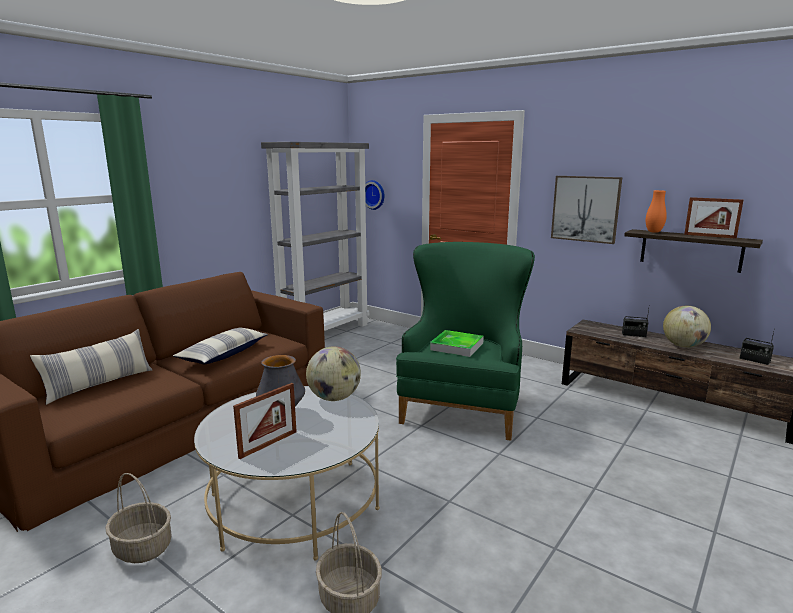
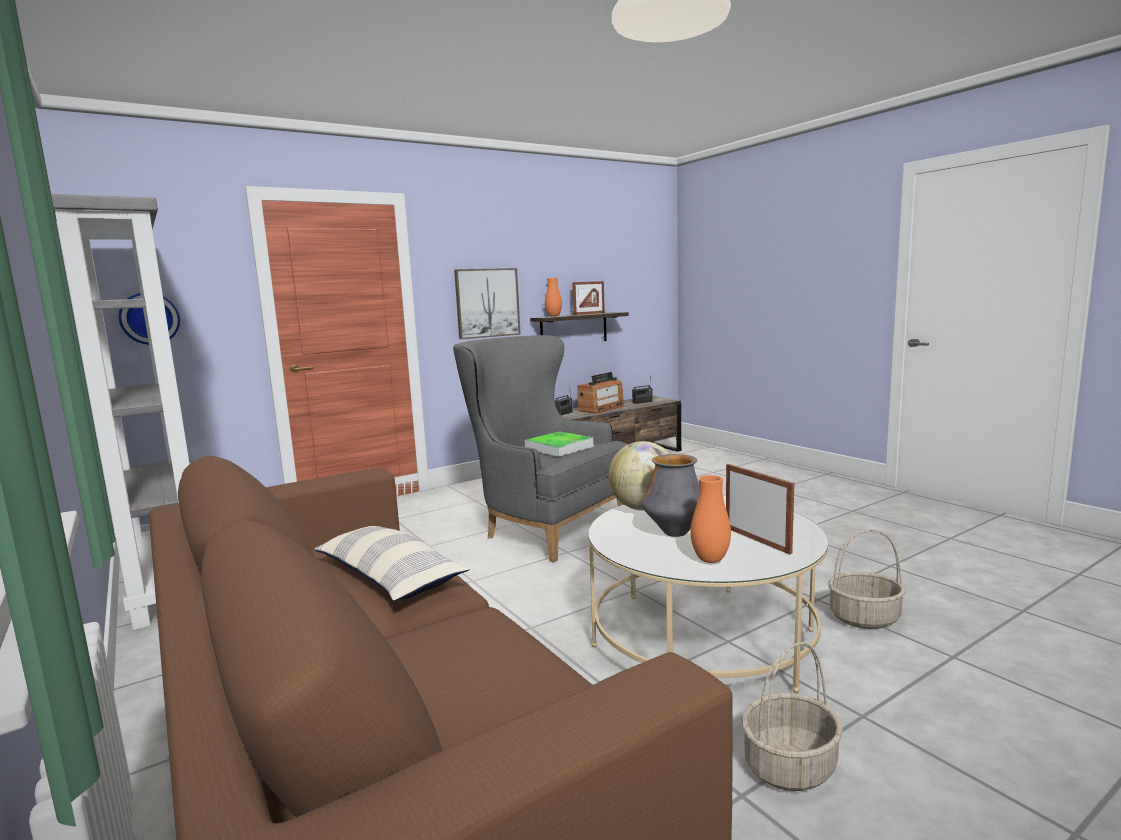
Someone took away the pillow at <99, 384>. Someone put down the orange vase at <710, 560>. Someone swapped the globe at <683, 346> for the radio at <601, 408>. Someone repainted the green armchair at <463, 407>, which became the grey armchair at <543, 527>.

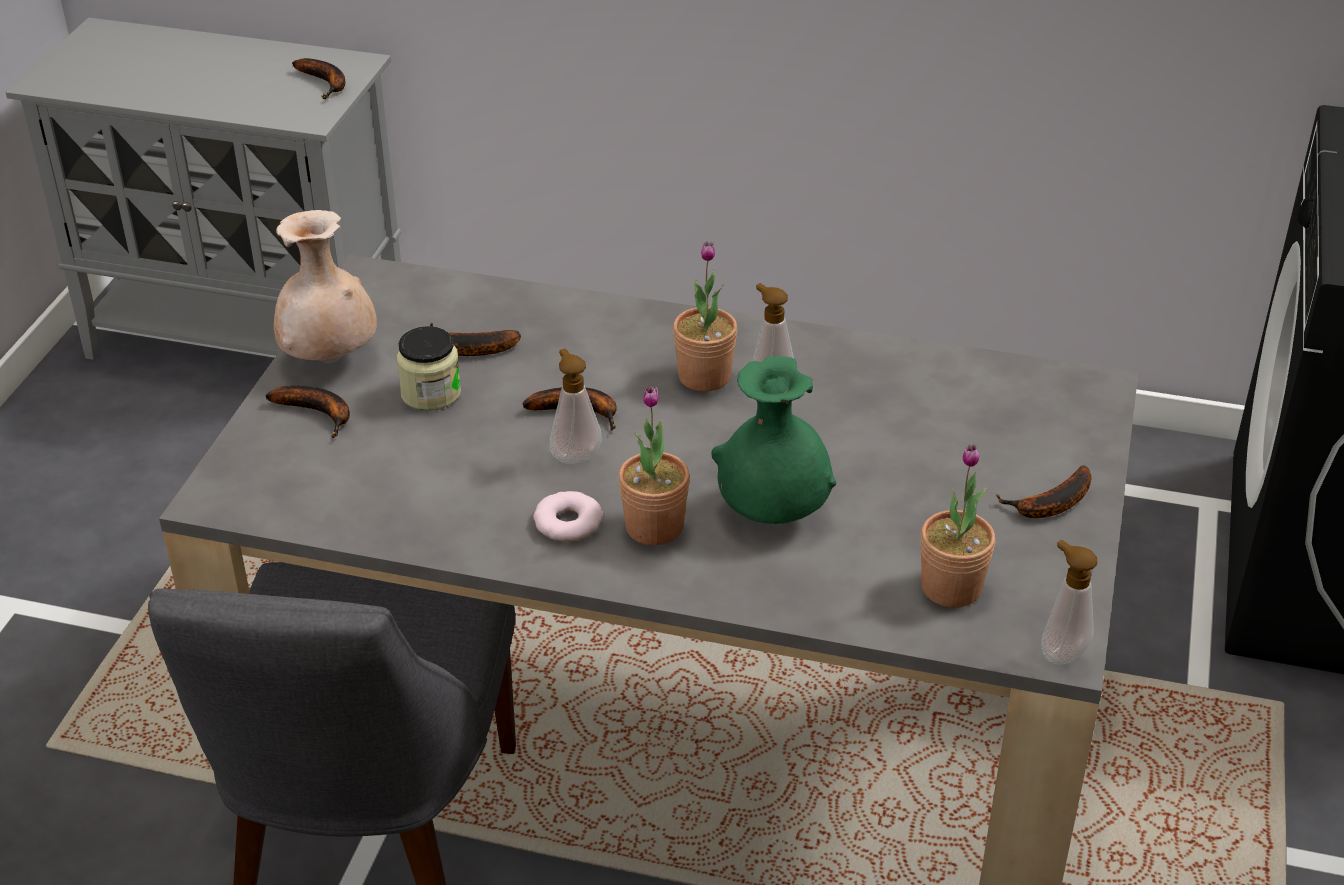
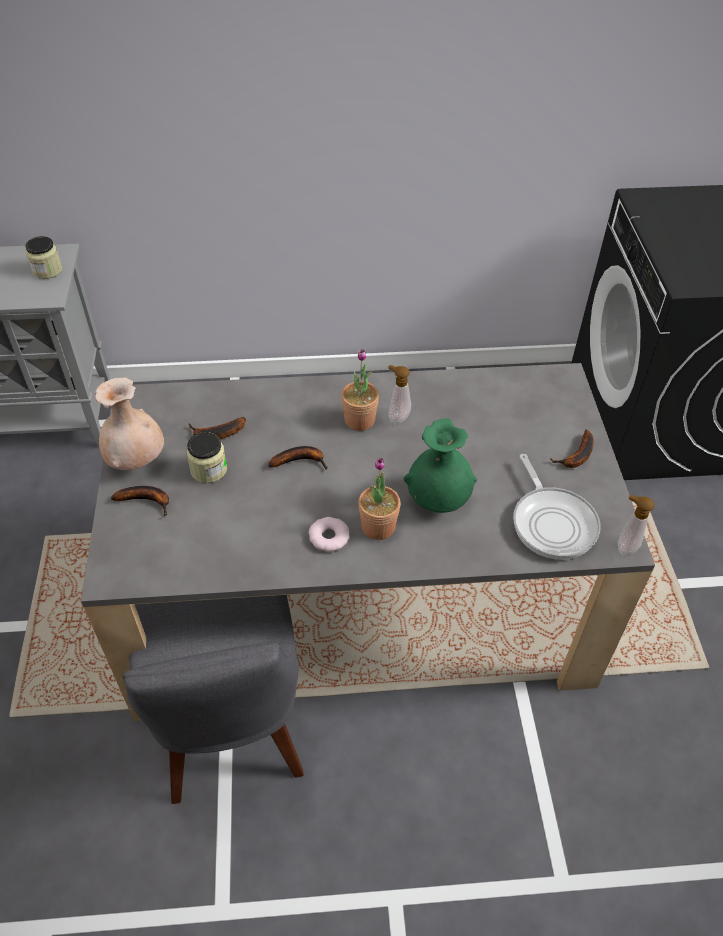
Someone took away the soap dispenser at <574, 455>. Someone swapped the banana at <326, 83> for the jar at <47, 270>. Someone swapped the potted plant at <951, 588> for the frying pan at <552, 522>.

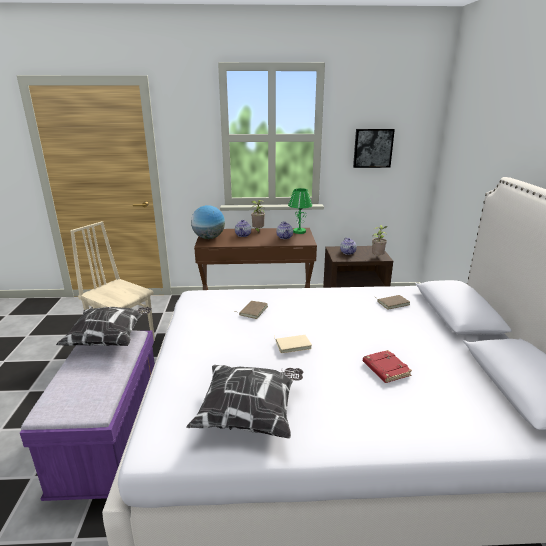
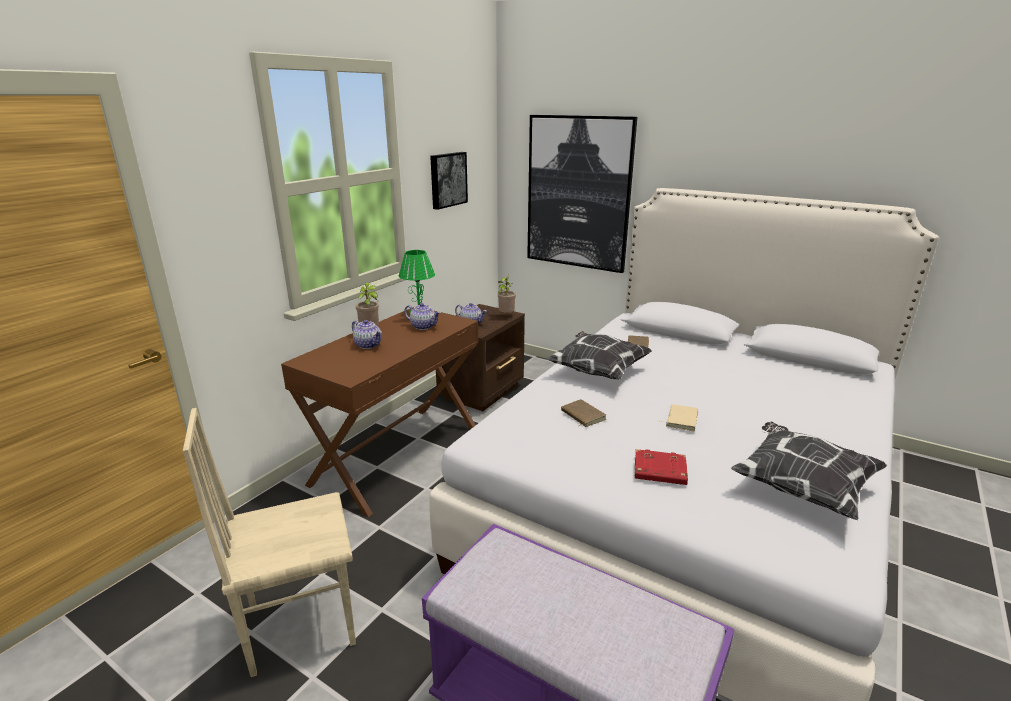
Someone took away the globe at <209, 238>. Someone put up the picture at <578, 193>. Someone carried the pillow from <110, 339> to <597, 371>. Someone carried the red book from <385, 369> to <659, 472>.

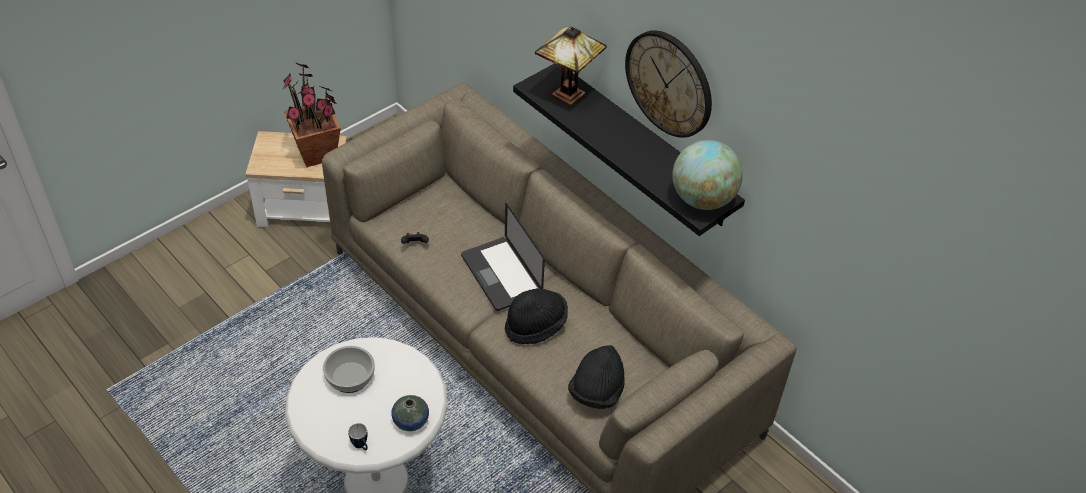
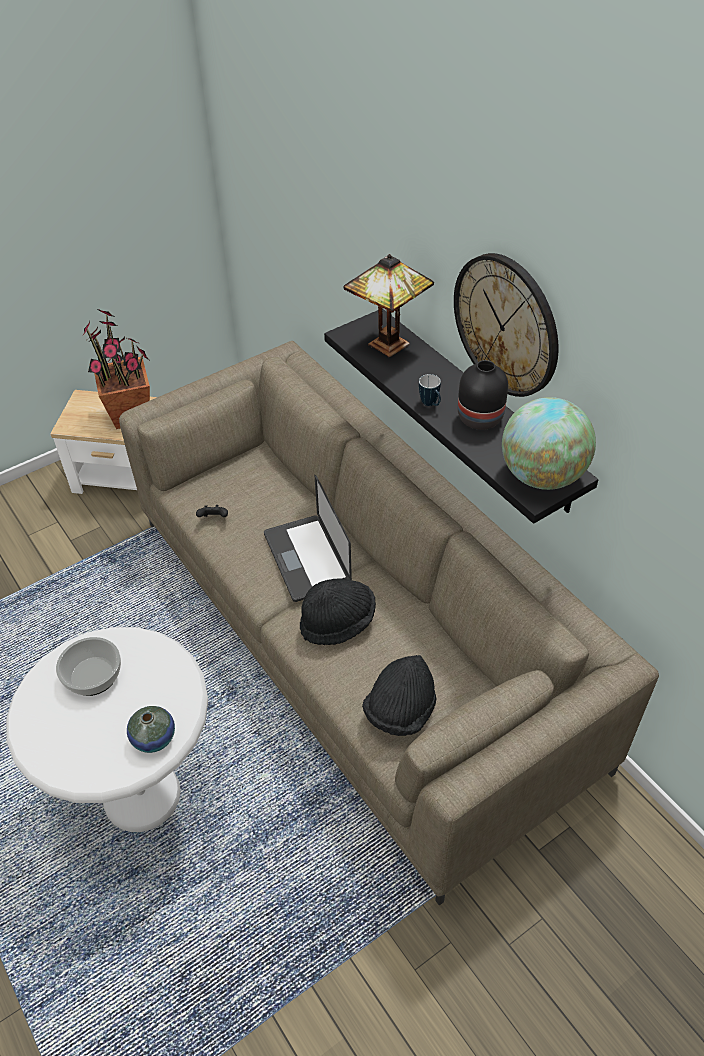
Someone put down the black vase at <481, 418>. Someone carried the mug from <361, 446> to <431, 404>.

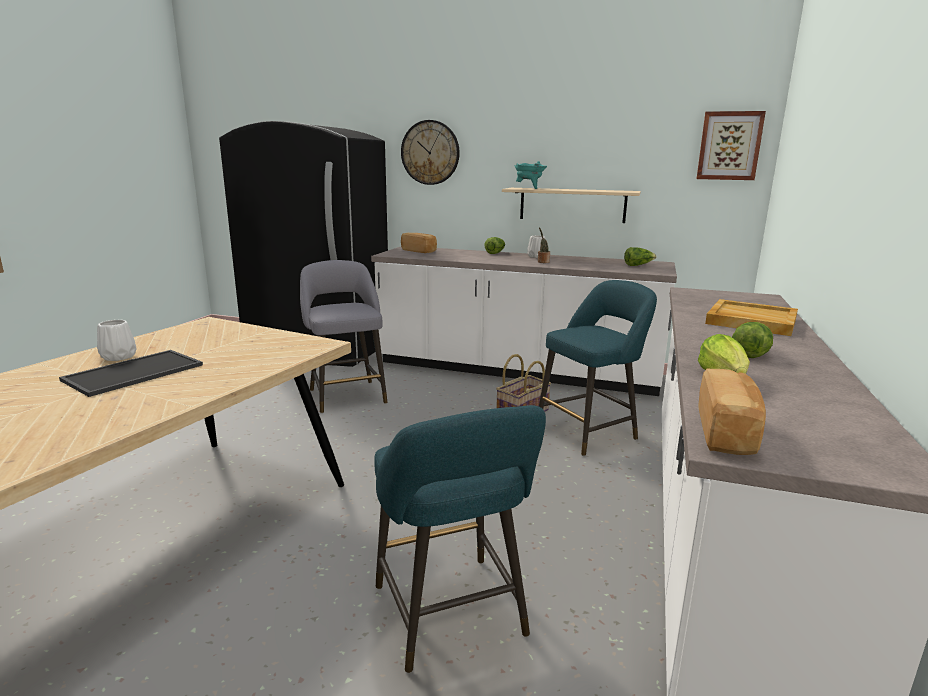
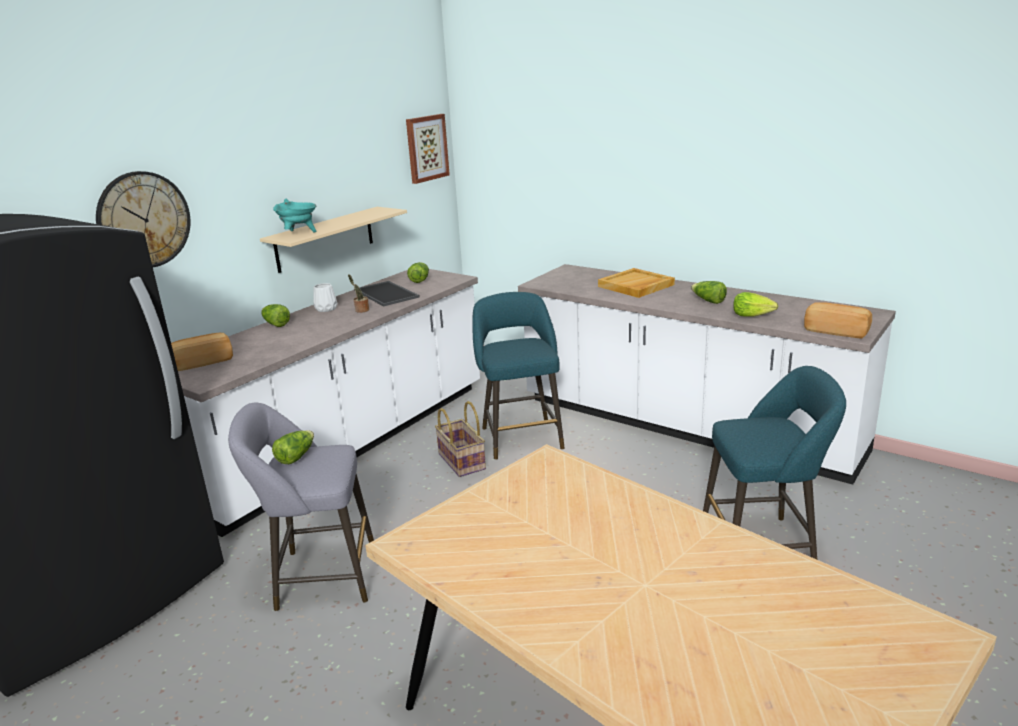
Someone took away the white vase at <119, 356>. Someone put down the lettuce at <296, 456>. Someone carried the tray from <133, 373> to <387, 294>.

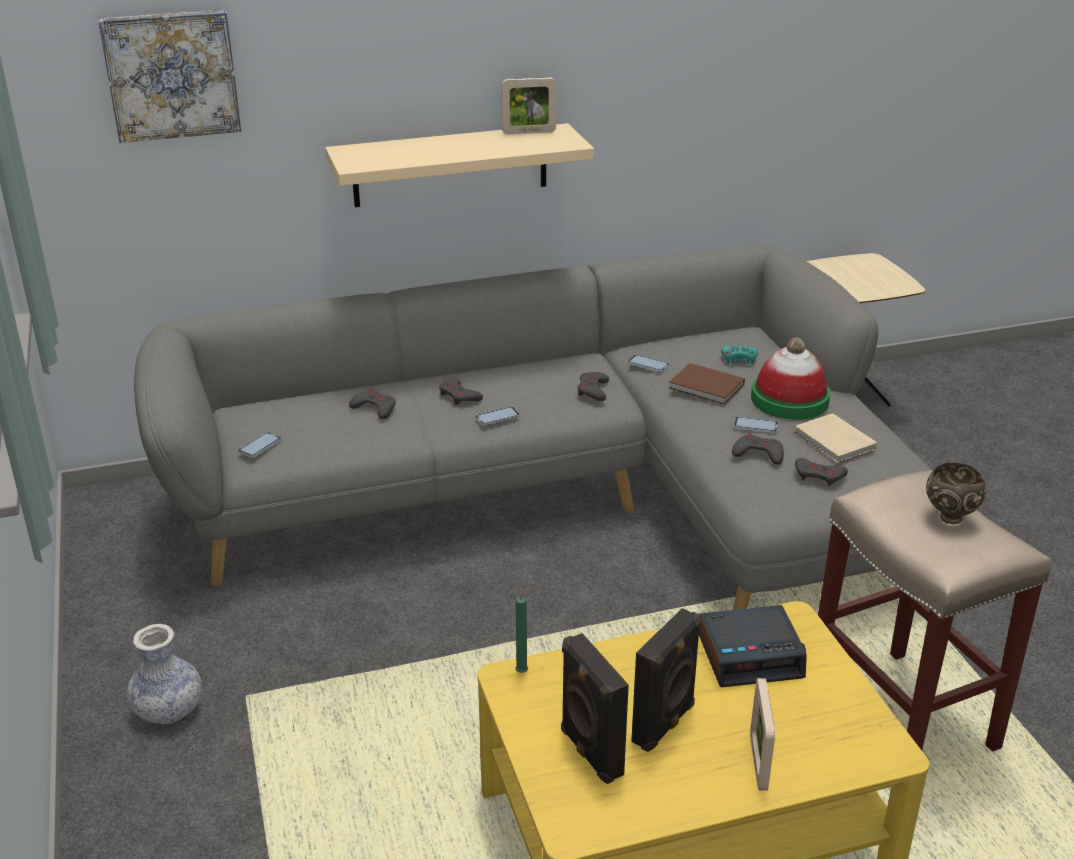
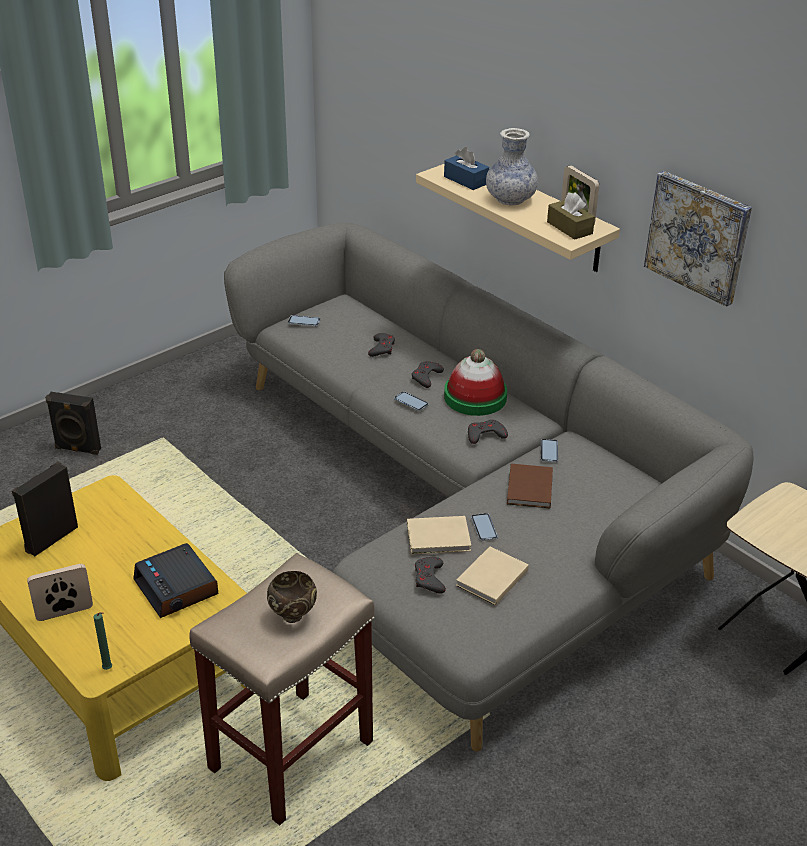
Someone took away the turquoise game controller at <739, 359>. Someone put down the blue tissue box at <466, 180>. Someone put down the brown tissue box at <569, 228>. Someone carried the picture from <171, 75> to <698, 237>. Someone carried the vase from <168, 710> to <510, 199>. Someone carried the green candle from <523, 672> to <109, 669>. Someone carried the black speaker from <665, 724> to <77, 449>. Someone carried the hat from <789, 399> to <475, 397>. Someone swapped the grey game controller at <758, 453> for the beige book at <440, 538>.

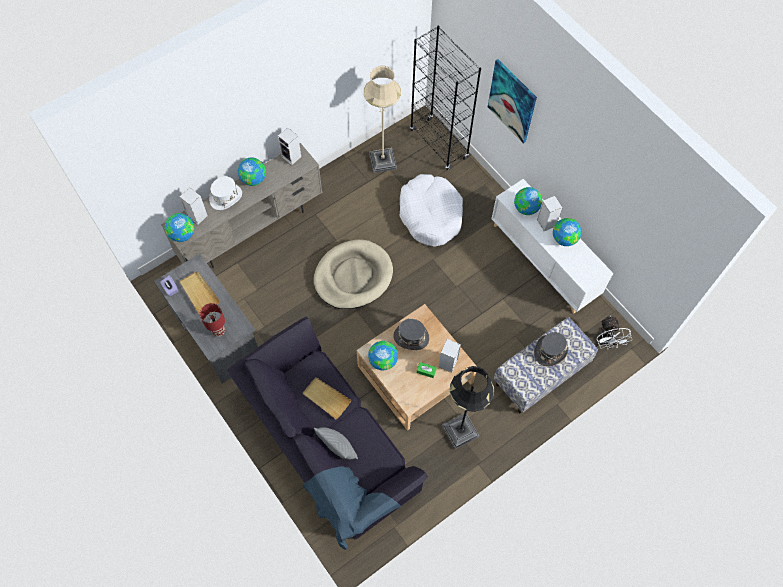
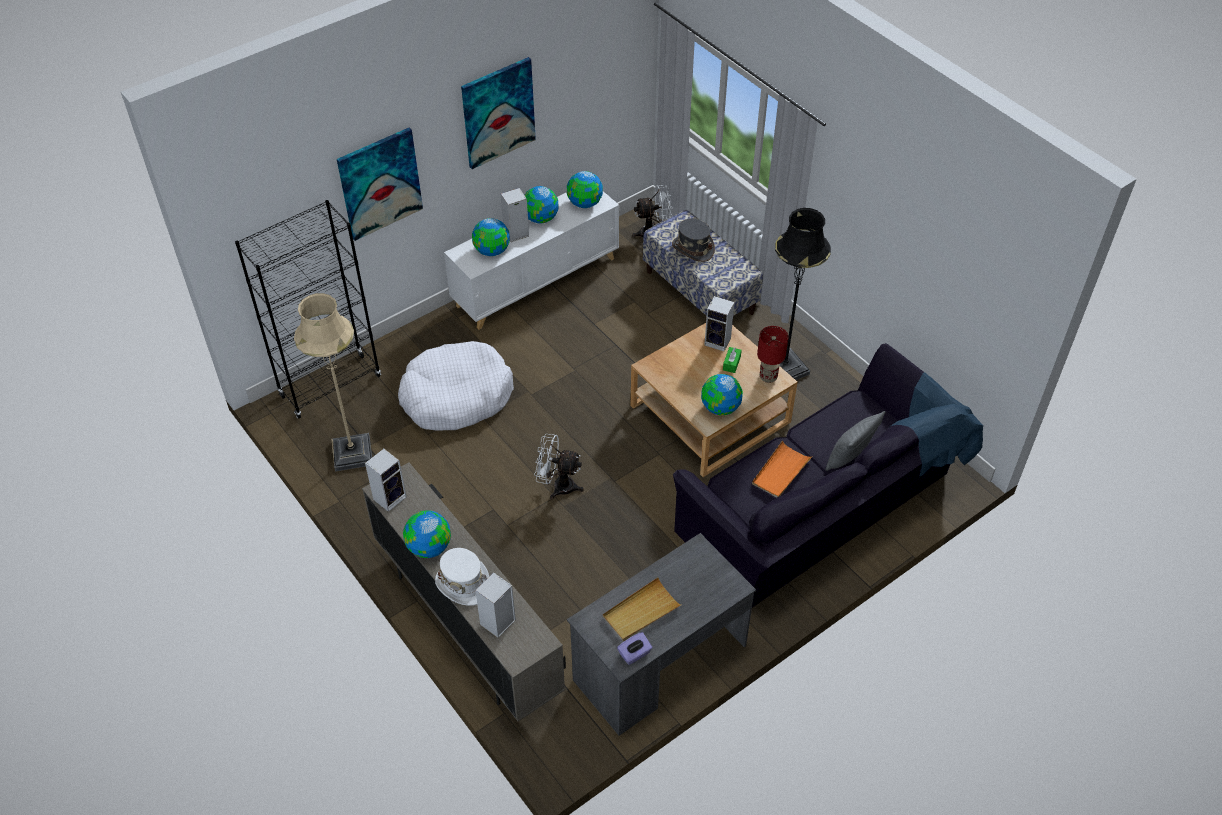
Someone took away the grey hat at <411, 337>. Someone put up the picture at <498, 112>. Someone carried the globe from <182, 234> to <585, 203>. Someone carried the red table lamp from <219, 331> to <768, 377>. Someone swapped the beige dog bed at <353, 276> for the white fan at <558, 486>. Someone repainted the beige tray at <326, 398>, which became the orange tray at <780, 472>.

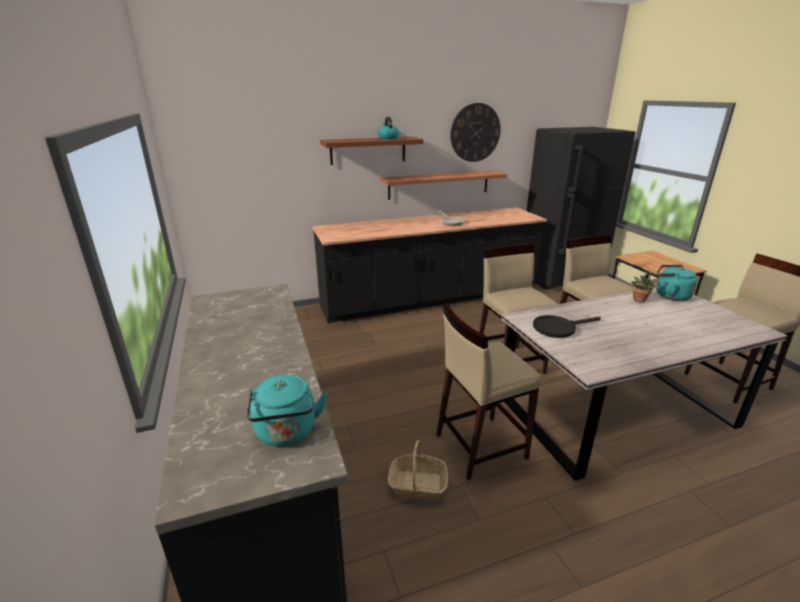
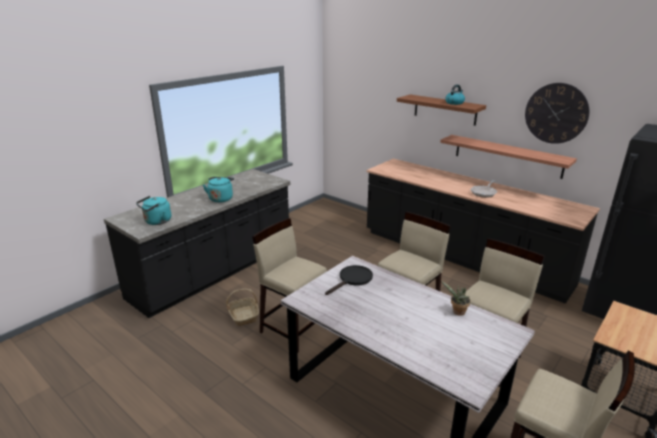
Someone carried the turquoise kettle from <669, 296> to <221, 198>. Someone rotated the black frying pan at <559, 328> by 90 degrees clockwise.

